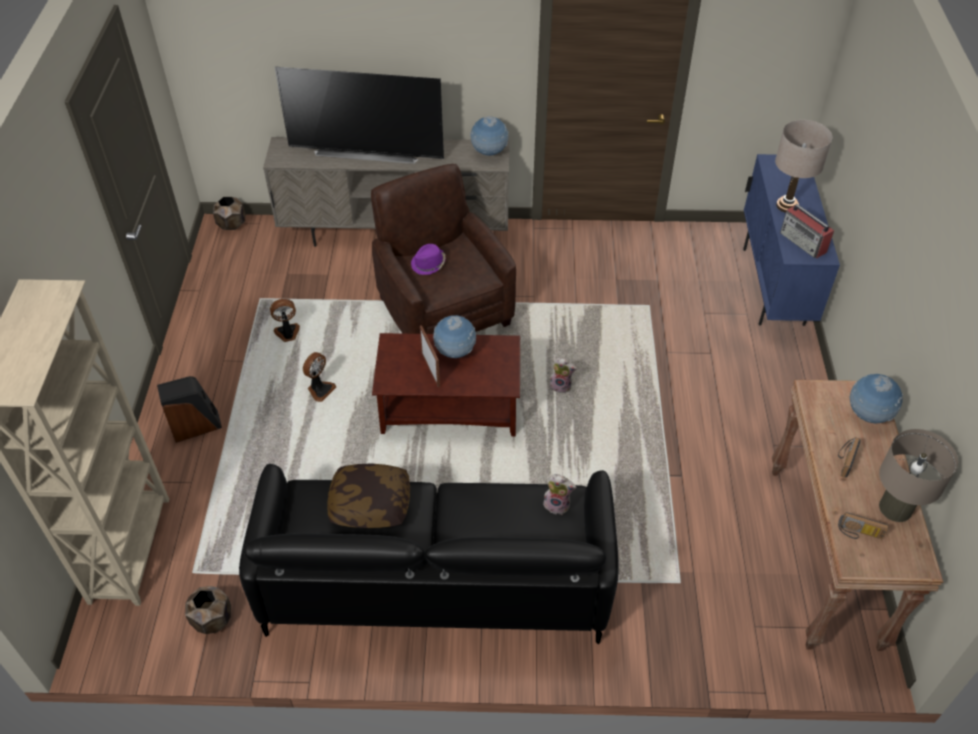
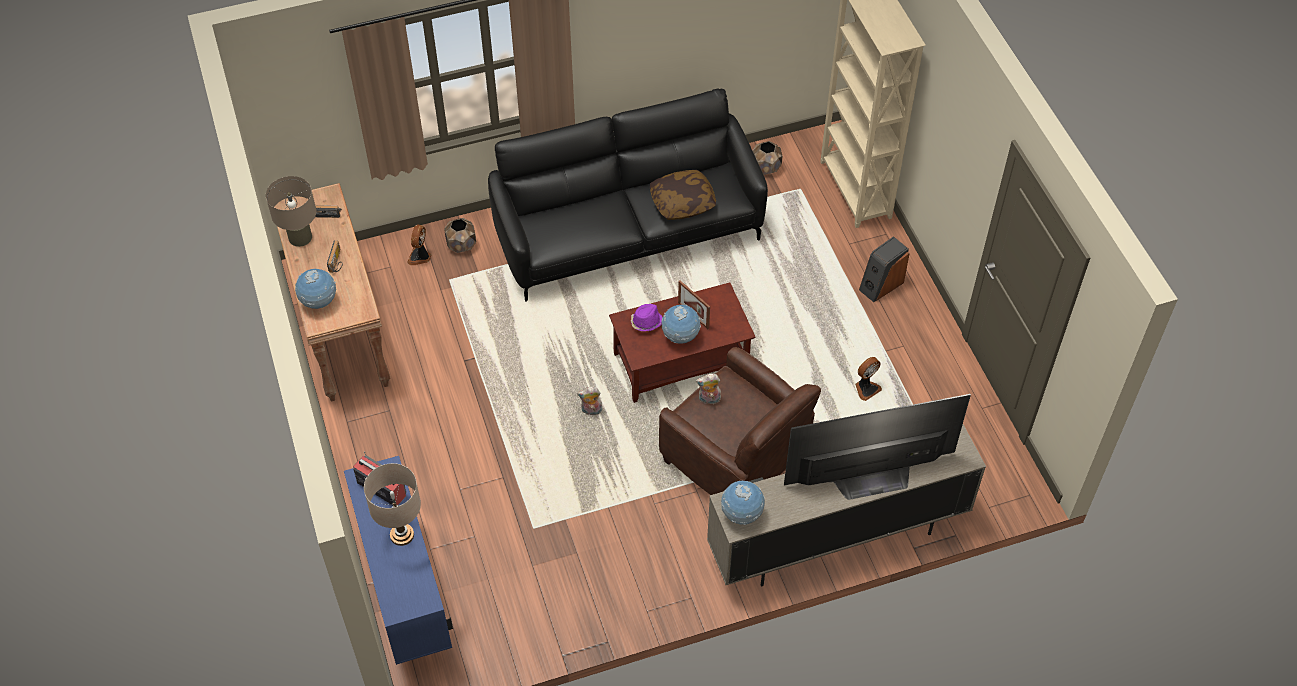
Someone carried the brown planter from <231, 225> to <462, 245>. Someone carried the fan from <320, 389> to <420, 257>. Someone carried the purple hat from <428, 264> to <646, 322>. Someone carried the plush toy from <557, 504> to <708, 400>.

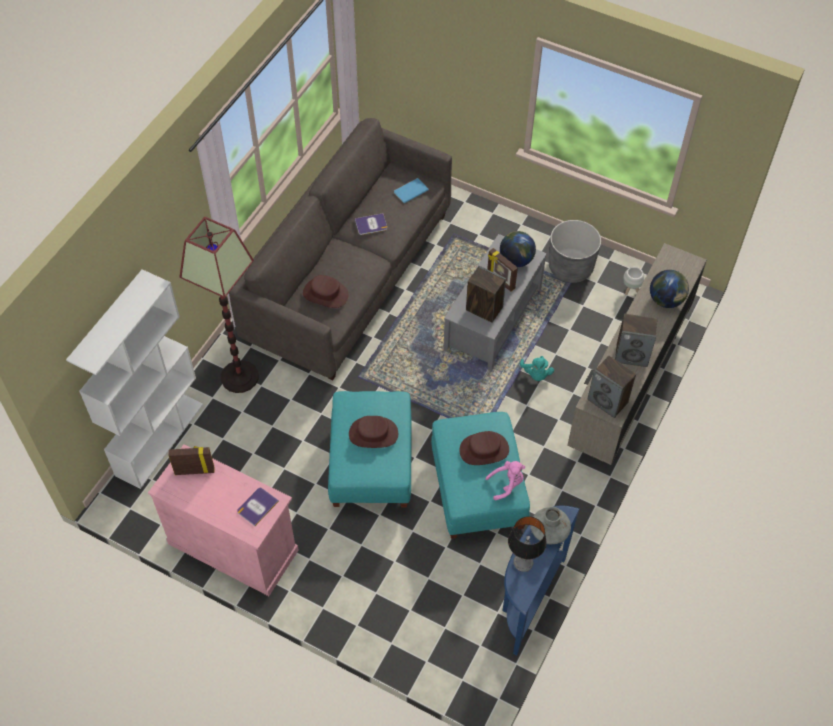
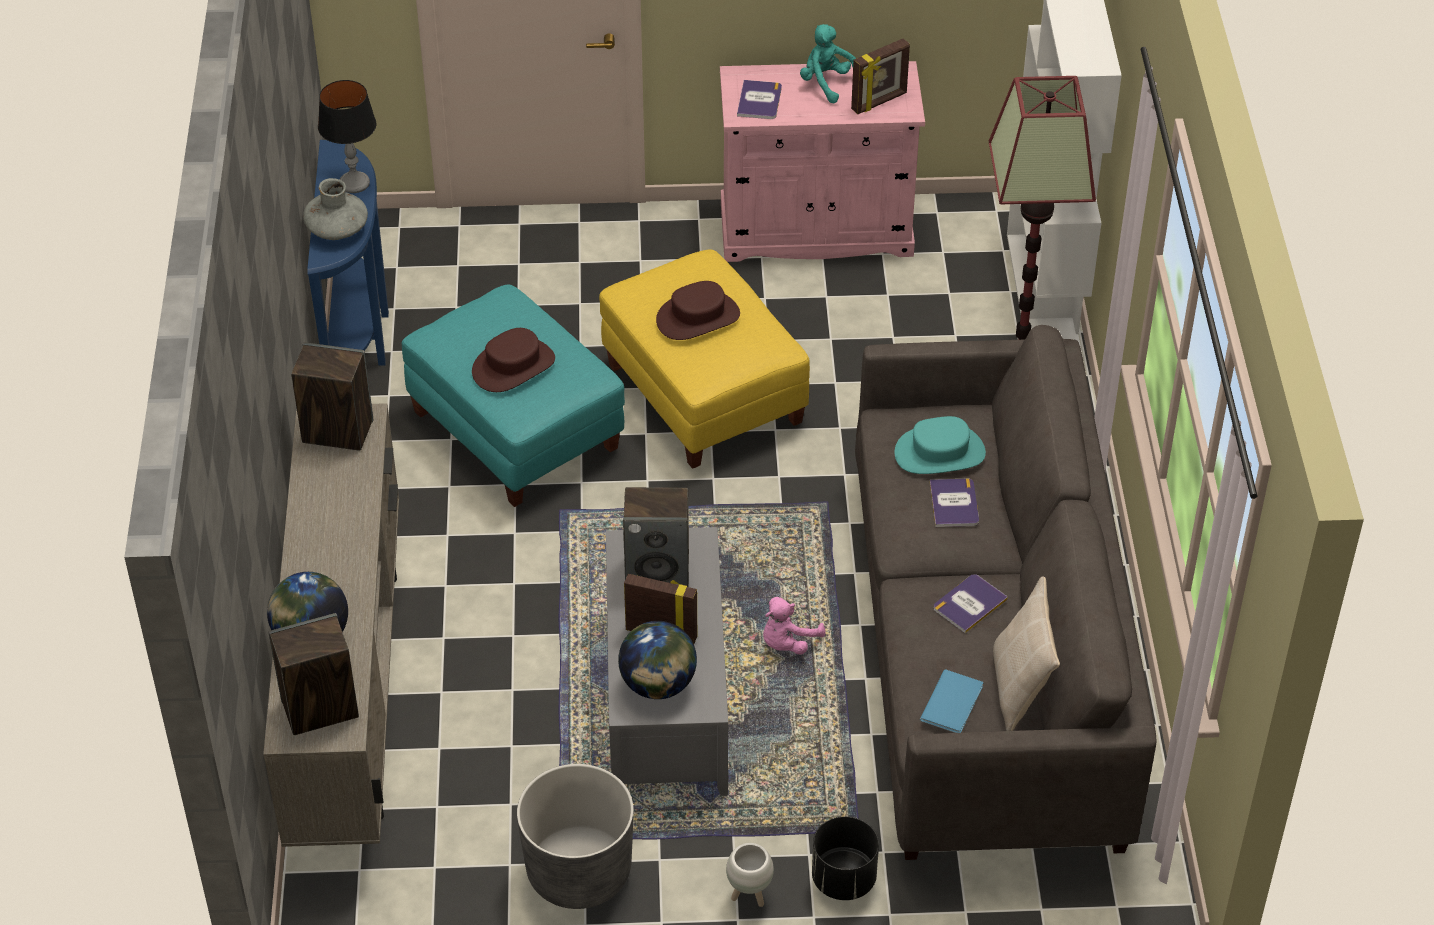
Someone put down the black planter at <843, 879>. Someone put down the book at <954, 503>. Someone put down the beige pillow at <1020, 688>. Someone carried the pink plush toy from <506, 484> to <787, 642>. Someone carried the turquoise plush toy from <536, 374> to <828, 83>. Someone carried the speaker from <632, 355> to <319, 709>. Someone carried the white planter from <630, 290> to <749, 896>. Someone repainted the brown hat at <325, 294>, which became the turquoise hat at <939, 453>. Someone repainted the turquoise ottoman at <371, 465>, which became the yellow ottoman at <704, 395>.

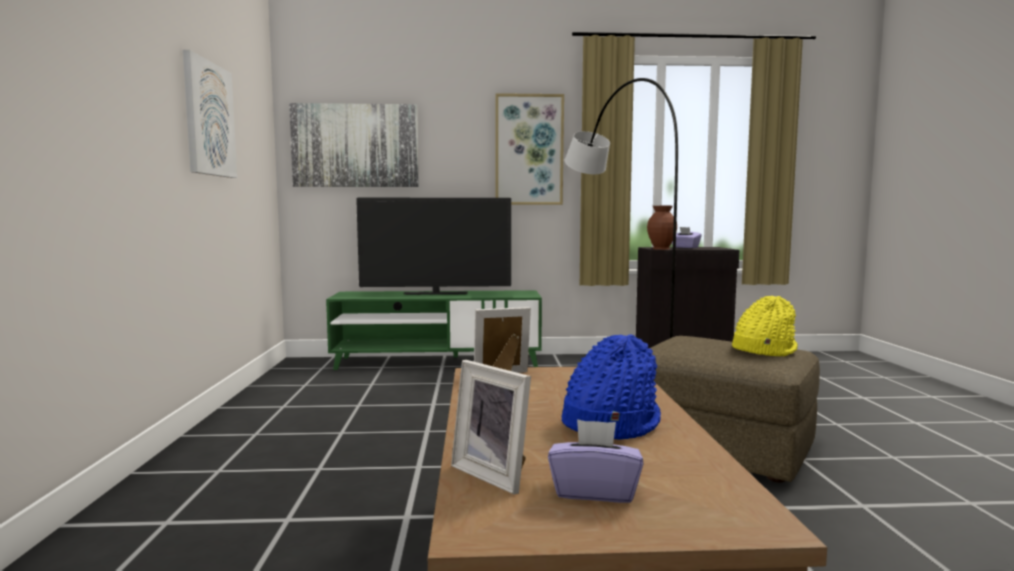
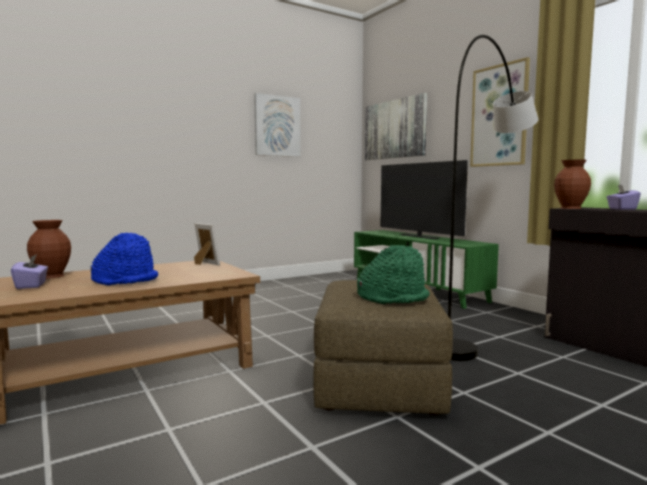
Someone swapped the picture frame at <495, 474> for the brown vase at <52, 276>. Someone repainted the yellow hat at <763, 350>, which became the green hat at <393, 298>.

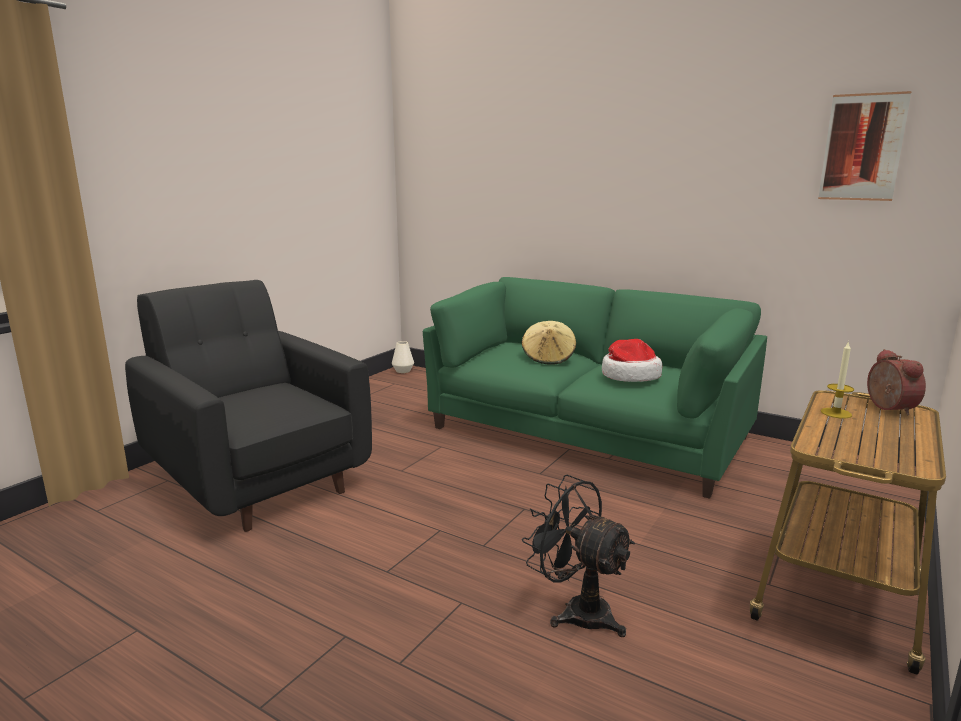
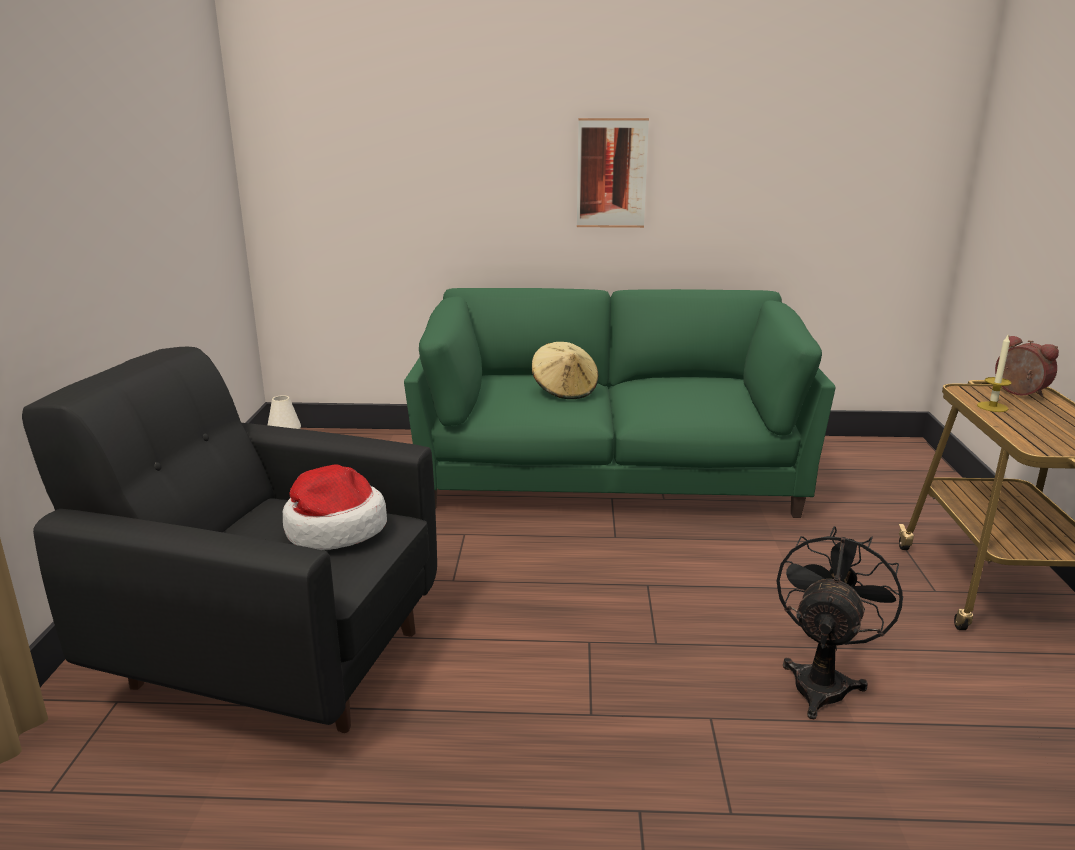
Someone carried the hat from <629, 375> to <334, 529>. Someone carried the picture from <862, 147> to <611, 173>. Someone rotated the black fan at <577, 611> by 105 degrees clockwise.

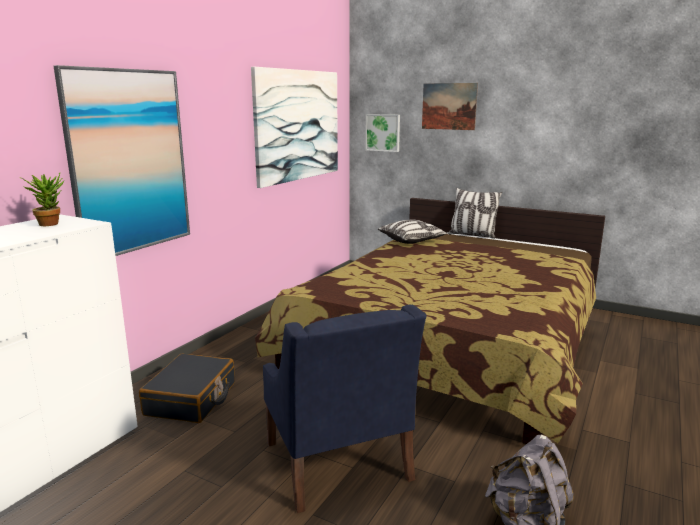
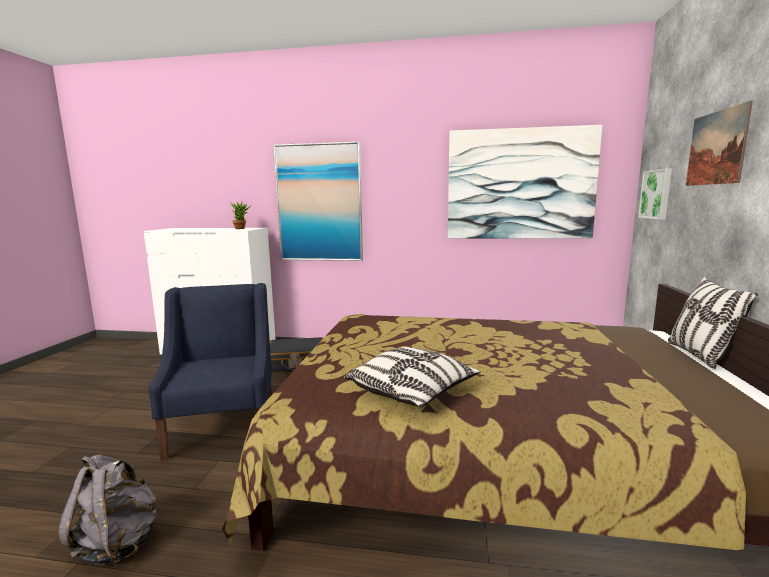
Someone carried the pillow from <412, 240> to <412, 392>. Someone rotated the blue armchair at <337, 462> by 120 degrees clockwise.

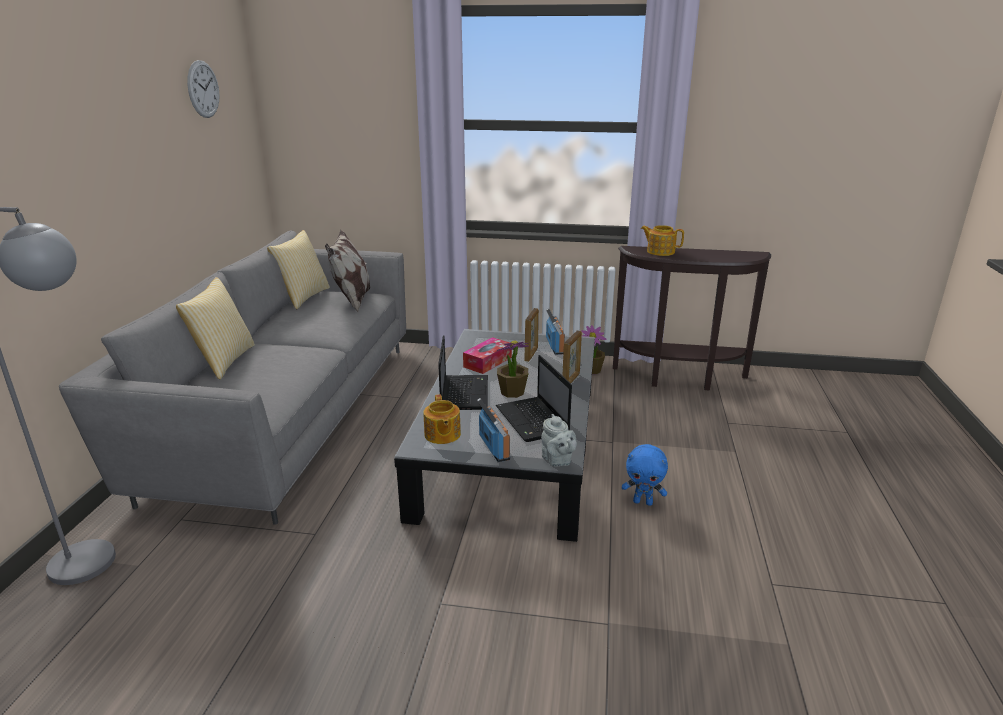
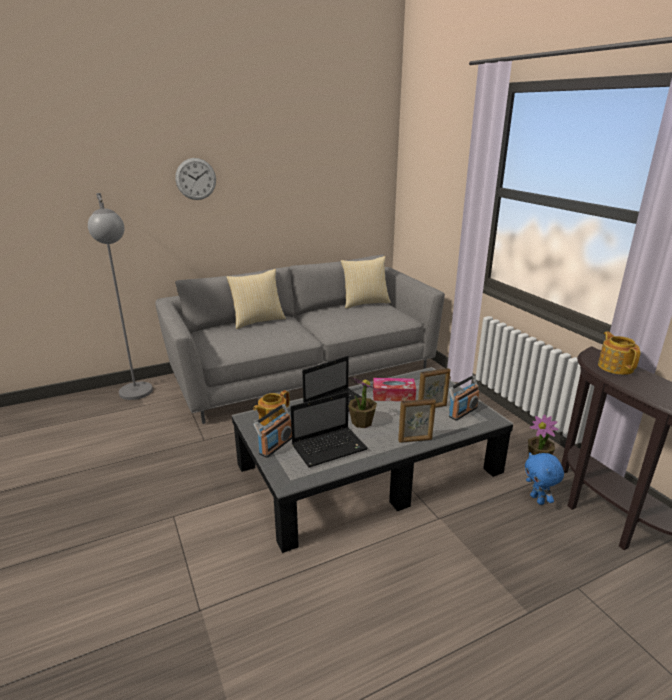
Someone took away the pillow at <352, 301>. Someone took away the grey teapot at <557, 460>. Someone carried the wall clock from <203, 89> to <196, 179>. Someone carried the blue plush toy from <643, 502> to <538, 500>. Someone rotated the laptop at <533, 421> by 150 degrees counterclockwise.

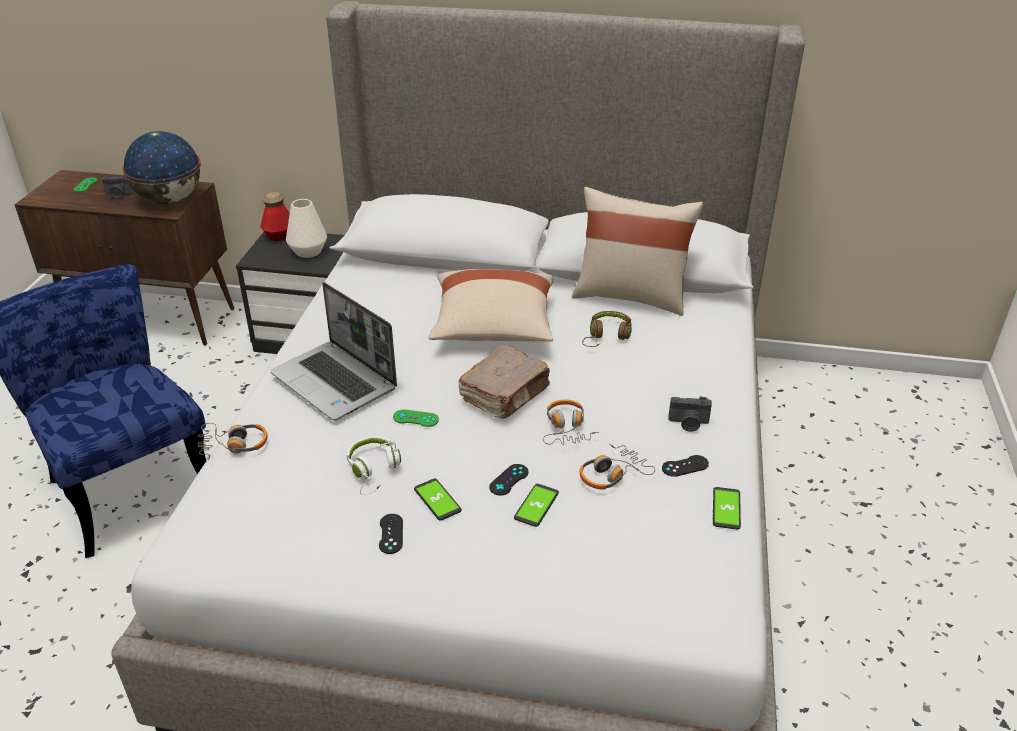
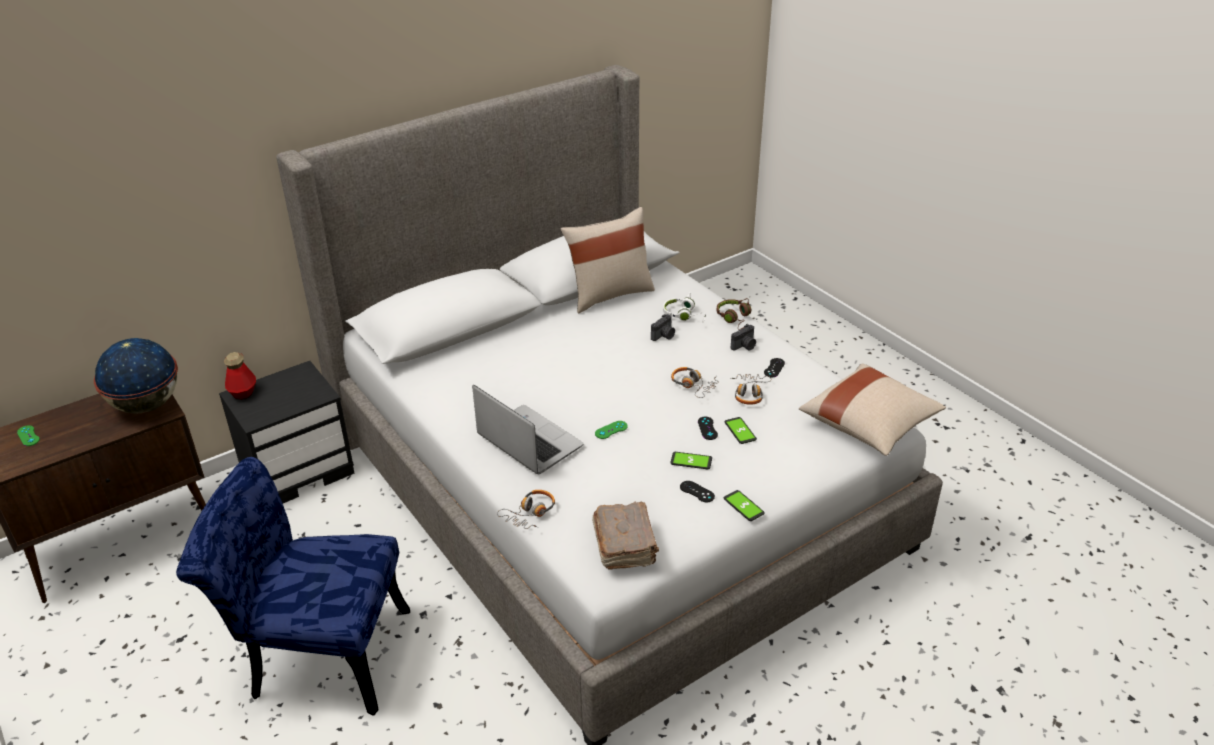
Someone took away the white vase at <308, 251>. Someone carried the photo camera from <119, 195> to <664, 336>. Someone carried the white headphones from <374, 470> to <684, 315>. Someone carried the beige pillow from <493, 327> to <869, 425>. Someone carried the brown book from <506, 394> to <625, 545>. Someone carried the brown headphones from <607, 336> to <735, 318>. Someone carried the phone from <726, 509> to <743, 506>. Someone rotated the laptop at <336, 382> by 135 degrees counterclockwise.

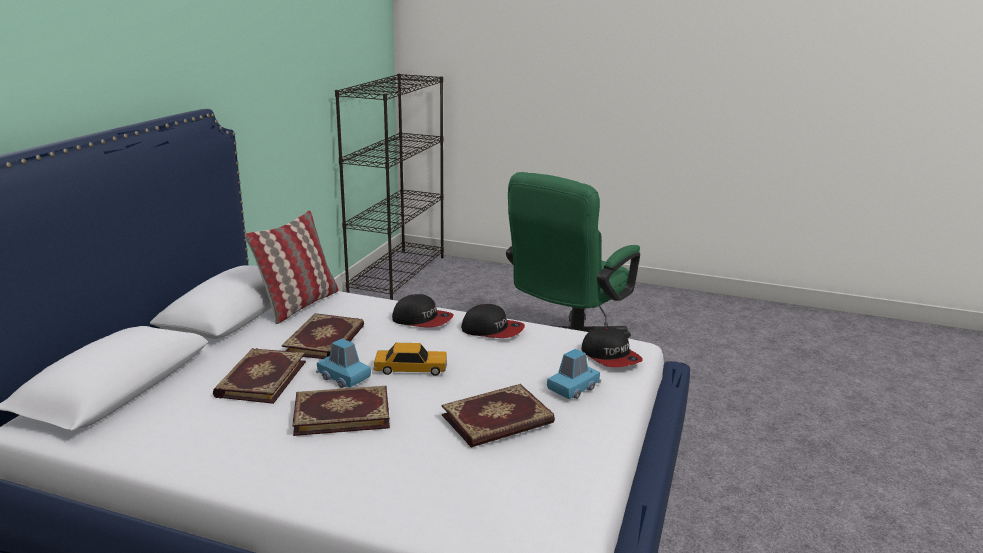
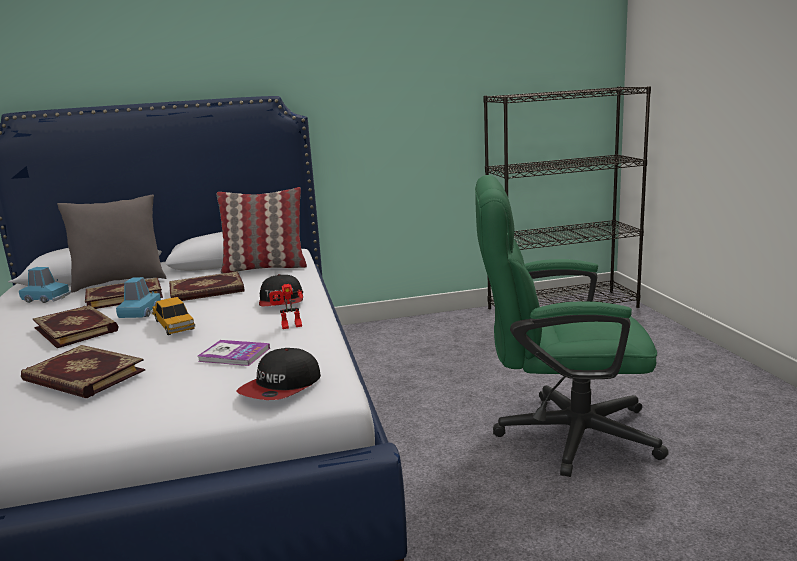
Someone put down the grey pillow at <120, 282>. Someone put down the book at <234, 355>. Someone carried the blue toy car from <573, 388> to <46, 299>. Someone swapped the cap at <492, 330> for the toy robot at <290, 326>.

